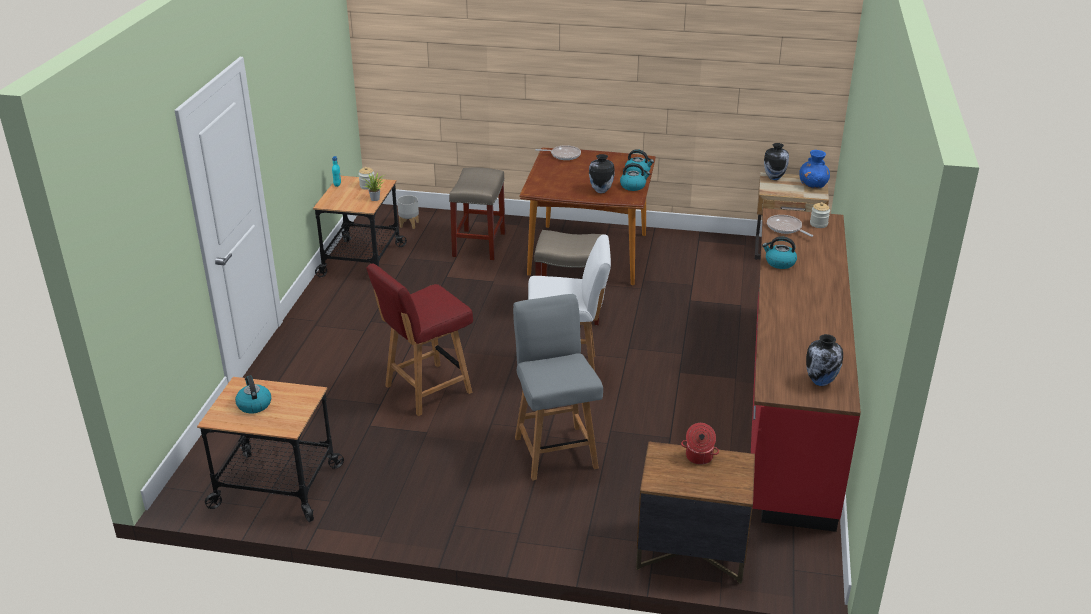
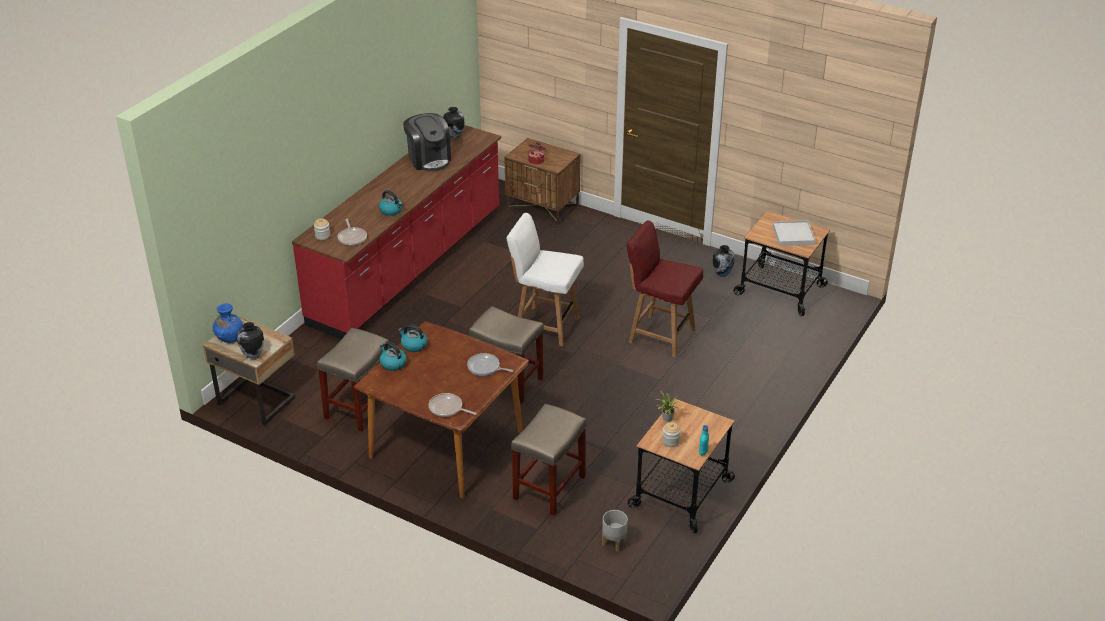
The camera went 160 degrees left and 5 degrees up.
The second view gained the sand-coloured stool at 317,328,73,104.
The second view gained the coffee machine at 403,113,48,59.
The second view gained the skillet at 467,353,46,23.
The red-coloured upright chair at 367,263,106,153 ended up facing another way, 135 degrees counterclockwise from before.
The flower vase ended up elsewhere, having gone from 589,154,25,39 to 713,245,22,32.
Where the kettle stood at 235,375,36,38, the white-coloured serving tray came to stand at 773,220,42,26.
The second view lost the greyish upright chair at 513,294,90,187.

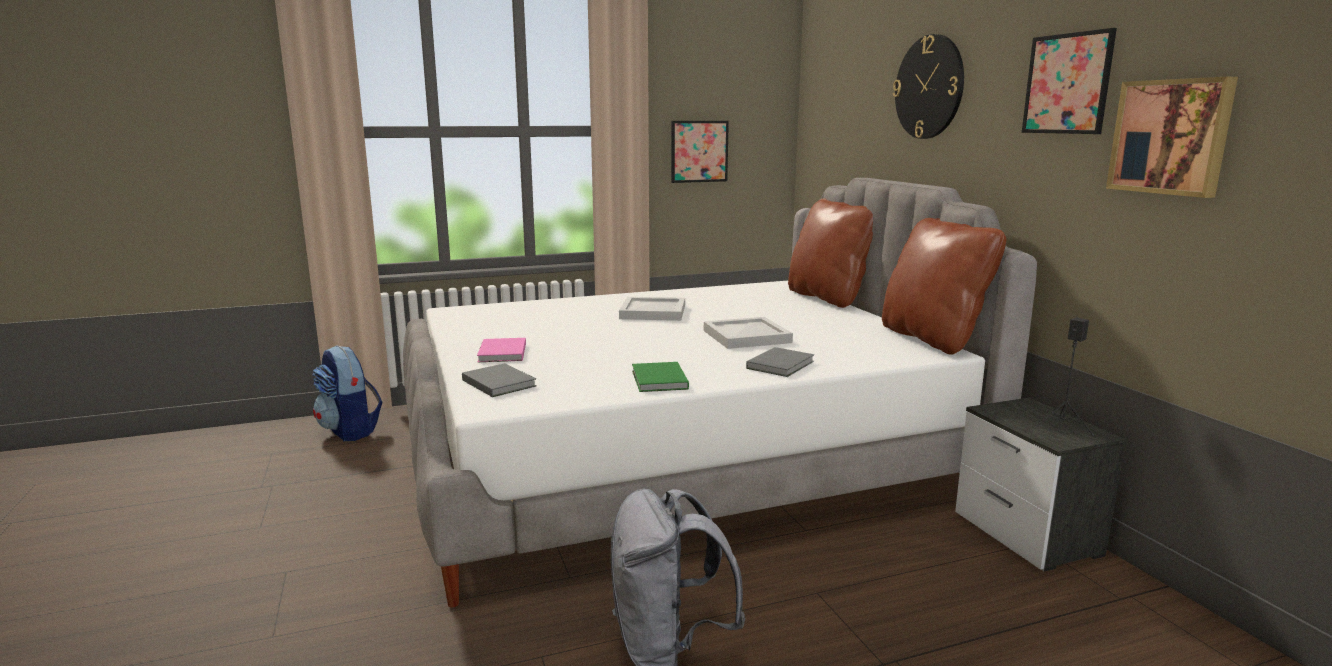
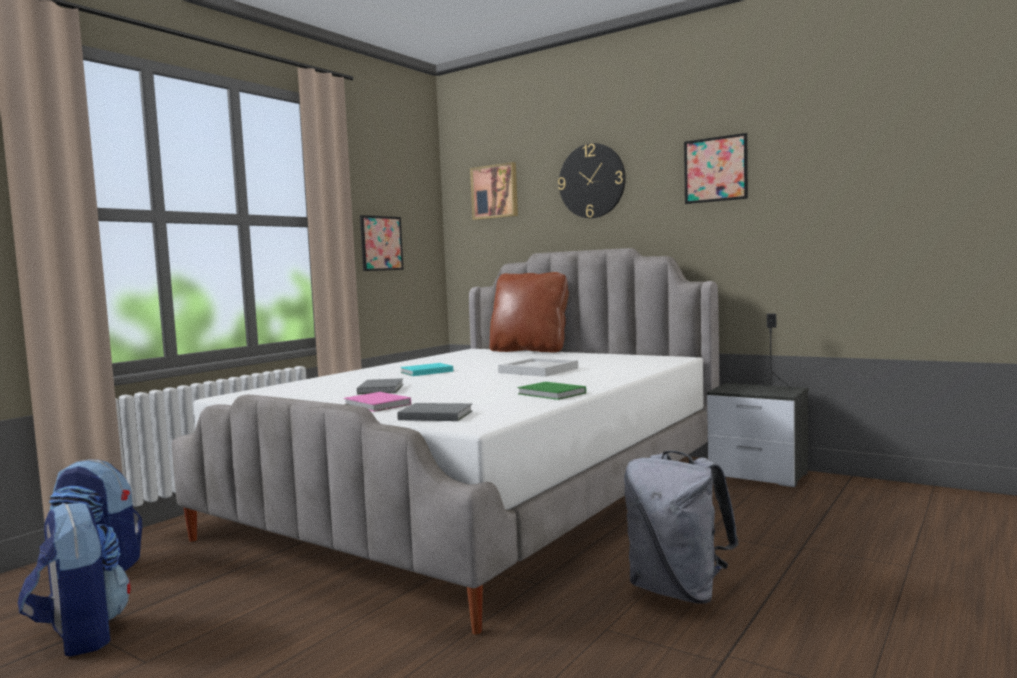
The camera went 35 degrees left and 10 degrees down.
The second view gained the backpack at 18,503,113,153.
The greyish bound book ended up elsewhere, having gone from 746,347,68,30 to 357,378,47,16.
Where the white-coloured serving tray stood at 619,297,66,24, the blue-green bound book came to stand at 400,363,53,13.
The picture ended up elsewhere, having gone from 1106,77,132,121 to 470,162,48,58.
The second view lost the brown-coloured throw pillow at 882,218,124,137.

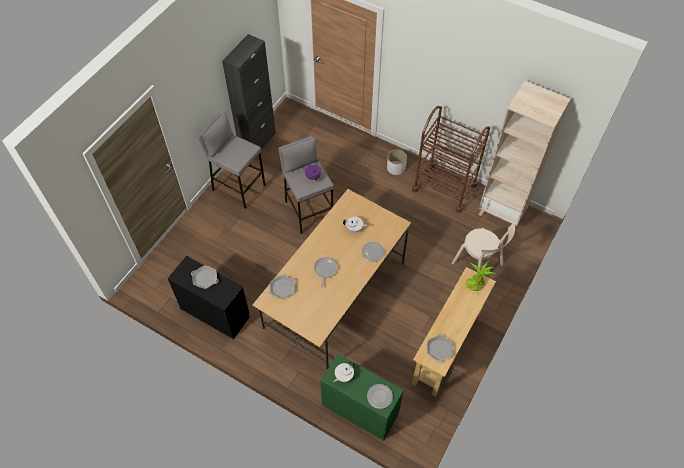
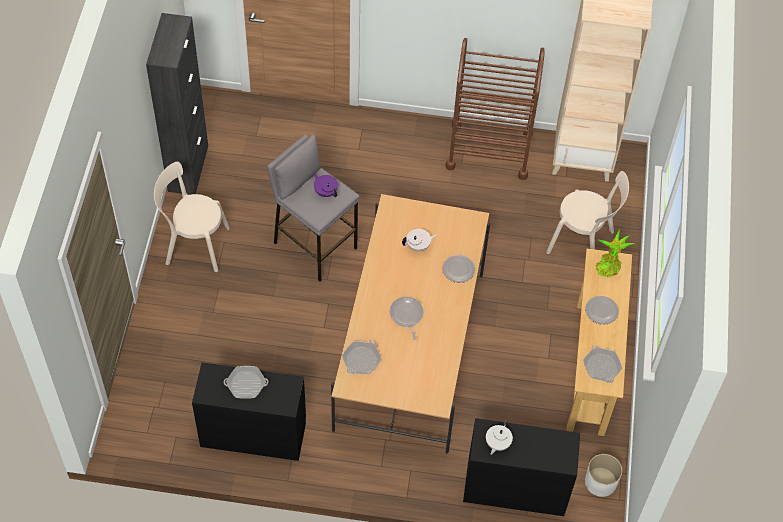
The camera went 25 degrees left and 0 degrees up.
Where the greyish stool stood at 197,112,68,97, the sand-coloured upright chair came to stand at 154,162,76,110.
What was the green drawer chest at 320,354,84,87 turned into the black drawer chest at 463,418,118,98.
The plate ended up elsewhere, having gone from 367,384,26,25 to 585,296,34,29.
The white-coloured plant pot ended up elsewhere, having gone from 387,150,20,25 to 585,454,37,43.

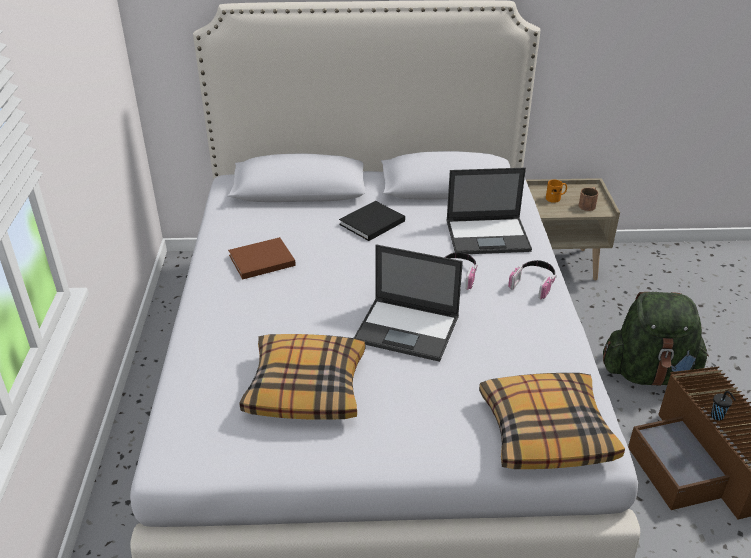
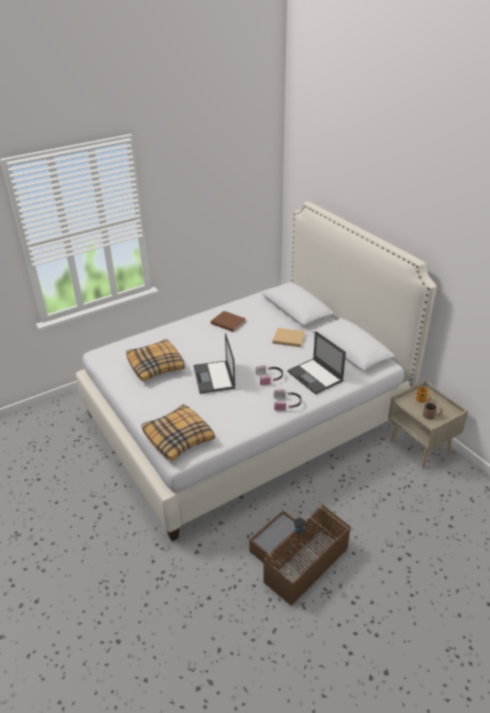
The camera went 60 degrees right and 0 degrees up.
What was the black bound book at 339,201,66,40 turned into the sand-coloured bound book at 273,328,32,19.
The second view lost the green backpack at 603,292,106,94.

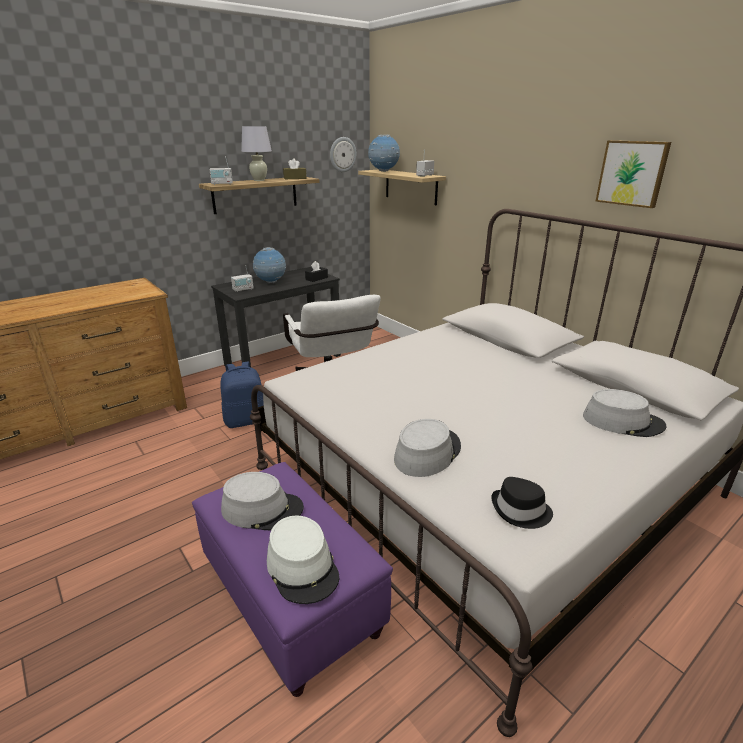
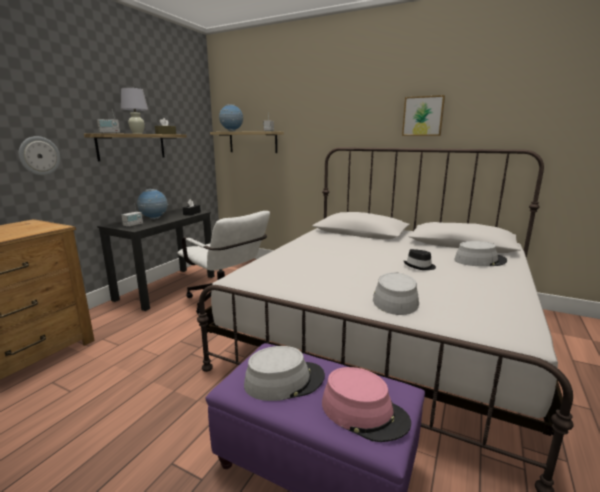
The camera went 25 degrees left and 10 degrees down.
The clock on the wall ended up elsewhere, having gone from 330,137,27,35 to 19,136,42,40.
What was the white-coloured hat at 267,516,73,88 turned into the pinkish hat at 322,367,89,75.
The black hat ended up elsewhere, having gone from 491,477,62,52 to 404,249,32,21.
The second view lost the blue backpack at 220,362,44,66.

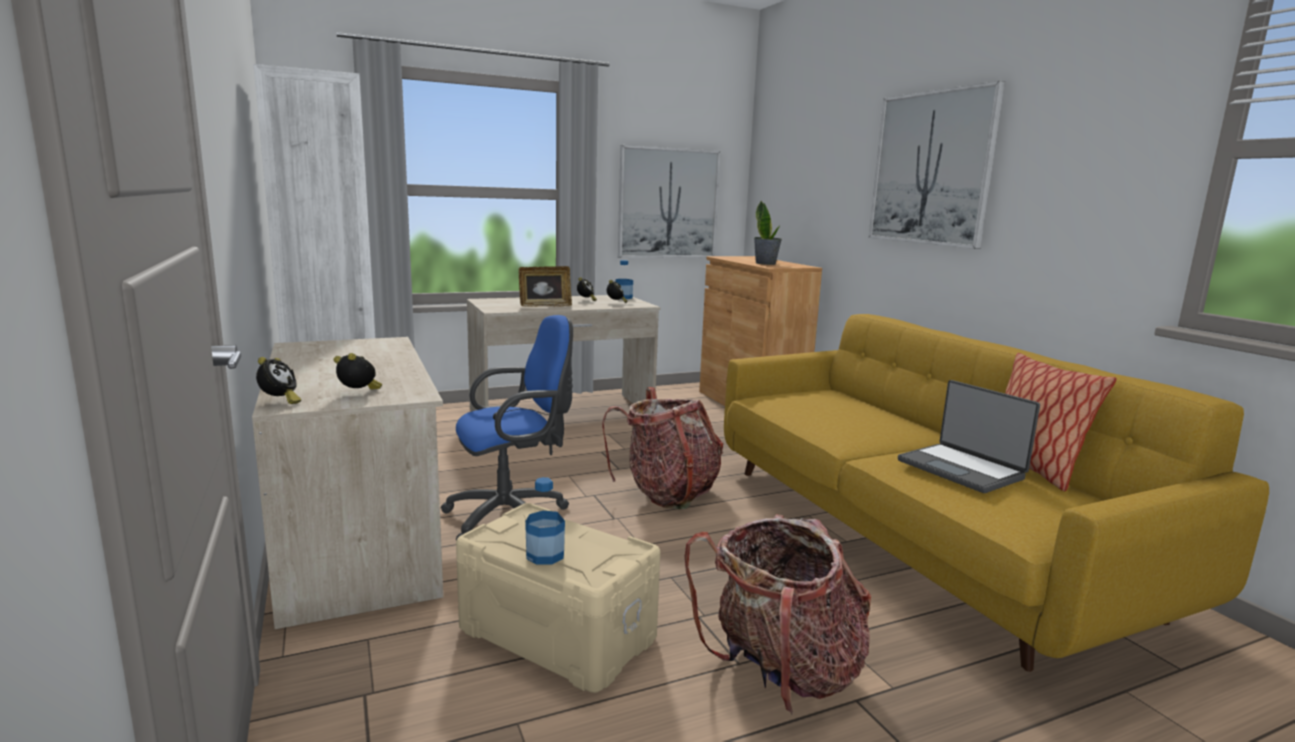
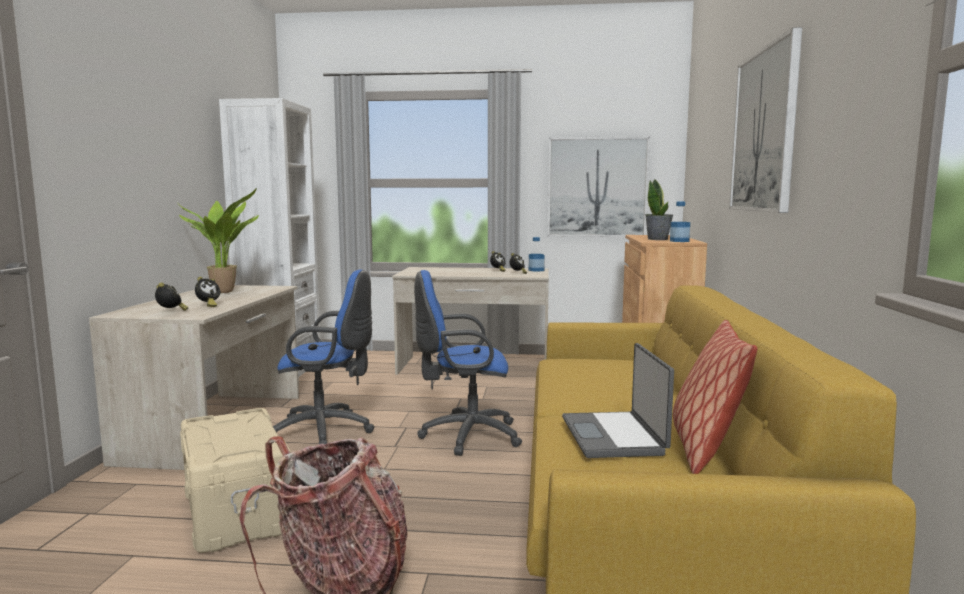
The camera went 30 degrees right and 5 degrees down.
The second view gained the plant in a pot at 178,188,81,105.
The alarm clock ended up elsewhere, having gone from 256,357,45,47 to 195,277,25,30.
Where the backpack stood at 602,387,121,122, the blue desk chair came to stand at 414,270,108,186.
The drink bottle ended up elsewhere, having gone from 525,477,40,88 to 670,202,20,40.
The second view lost the picture frame at 519,266,53,41.

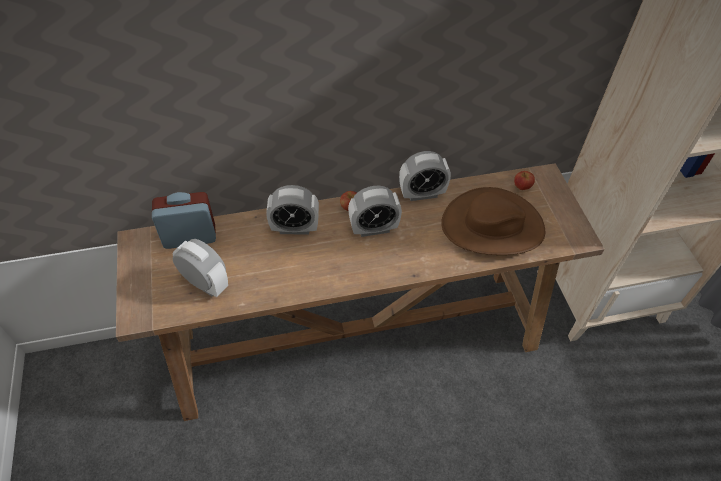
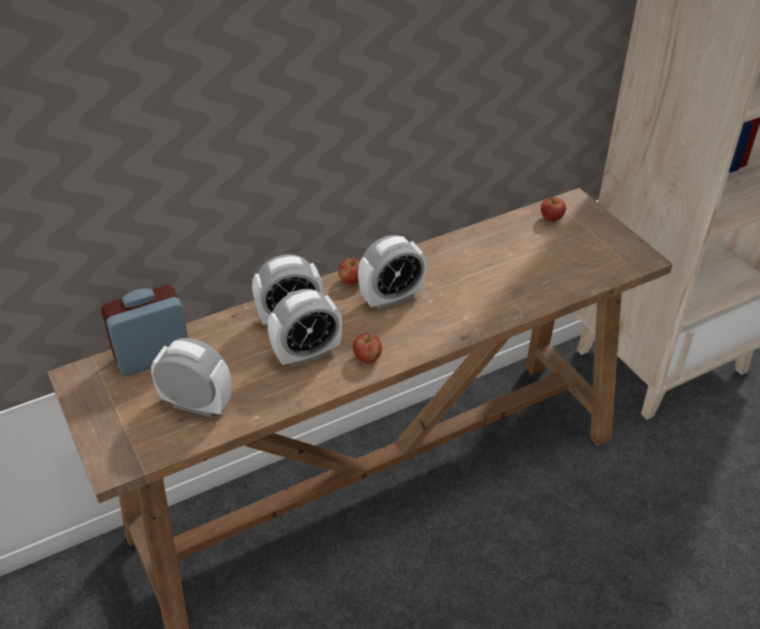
The camera went 15 degrees left and 10 degrees down.
The alarm clock ended up elsewhere, having gone from 399,151,52,50 to 268,289,74,79.
The second view gained the apple fruit at 353,334,29,29.
The second view lost the brown-coloured hat at 441,187,104,68.

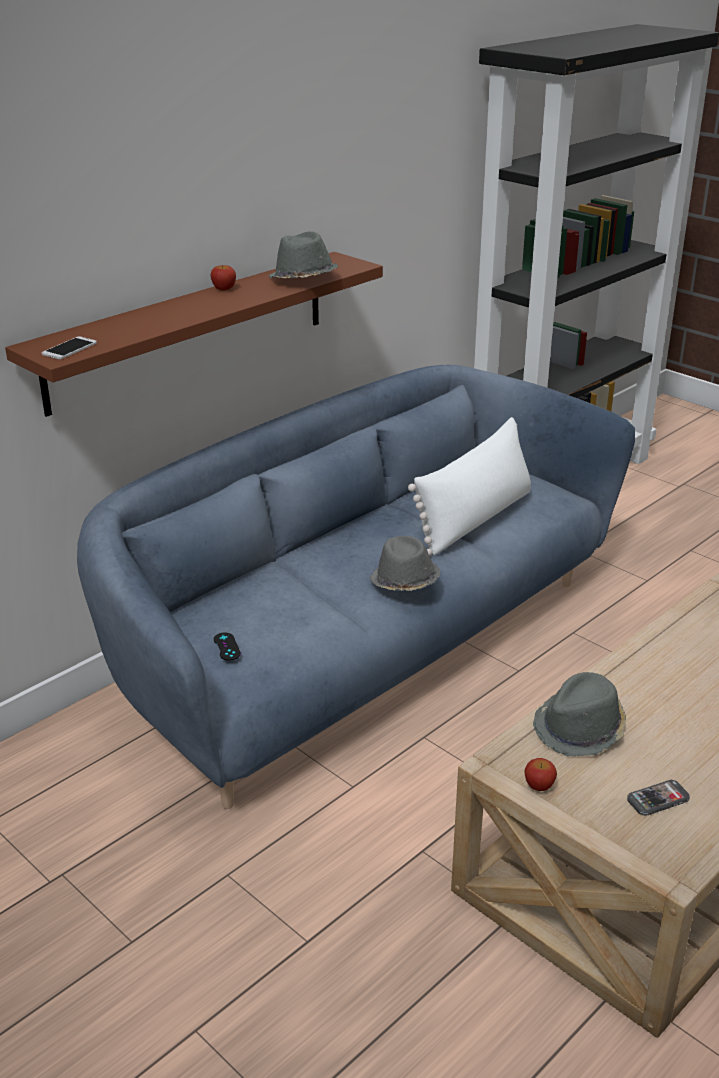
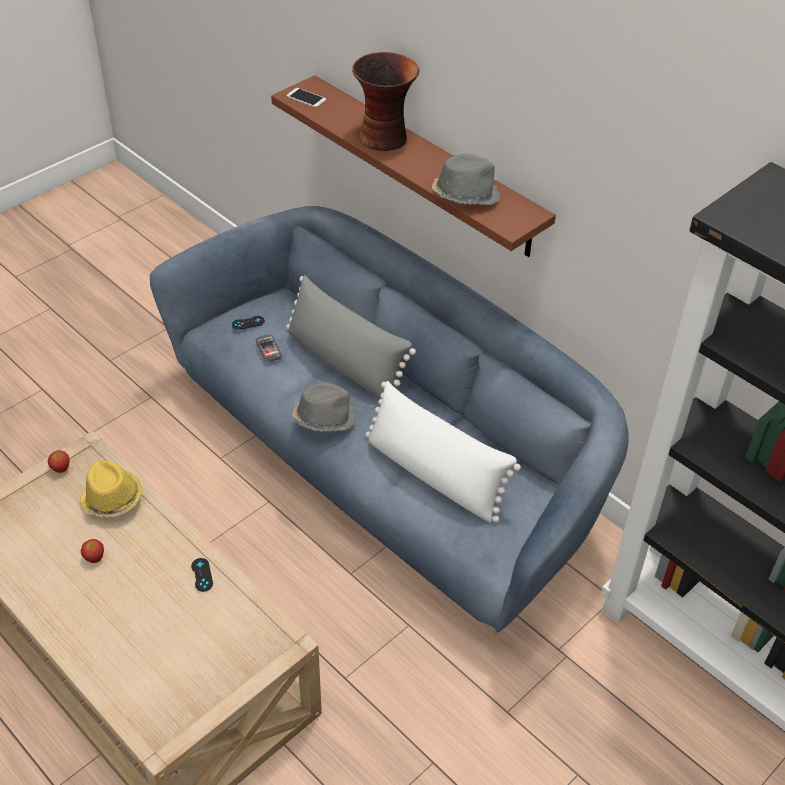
The camera went 90 degrees right and 15 degrees up.
What was the greyish hat at 533,672,93,84 turned into the yellow hat at 79,460,63,57.
The apple fruit ended up elsewhere, having gone from 211,265,25,26 to 81,539,23,24.
The second view gained the black joypad at 191,558,22,34.
The handset ended up elsewhere, having gone from 627,780,63,36 to 255,334,27,28.
The second view gained the greyish throw pillow at 286,275,130,124.
The second view gained the flower vase at 352,52,67,99.

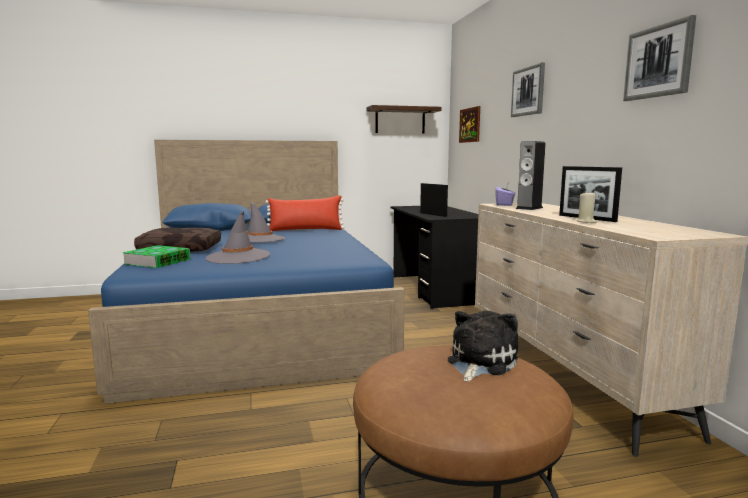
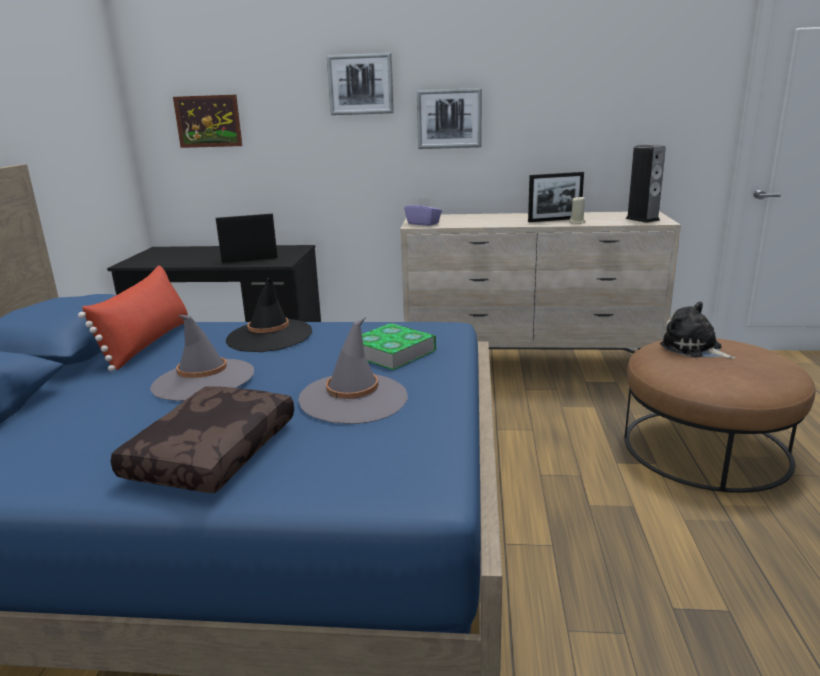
The camera went 70 degrees left and 10 degrees up.
The second view gained the black hat at 226,277,86,75.
The bound book ended up elsewhere, having gone from 122,245,68,23 to 362,323,74,47.
The picture ended up elsewhere, having gone from 623,15,73,86 to 417,88,65,61.
The loudspeaker ended up elsewhere, having gone from 516,141,29,69 to 625,145,41,78.
The second view lost the wall shelf at 367,105,75,29.

